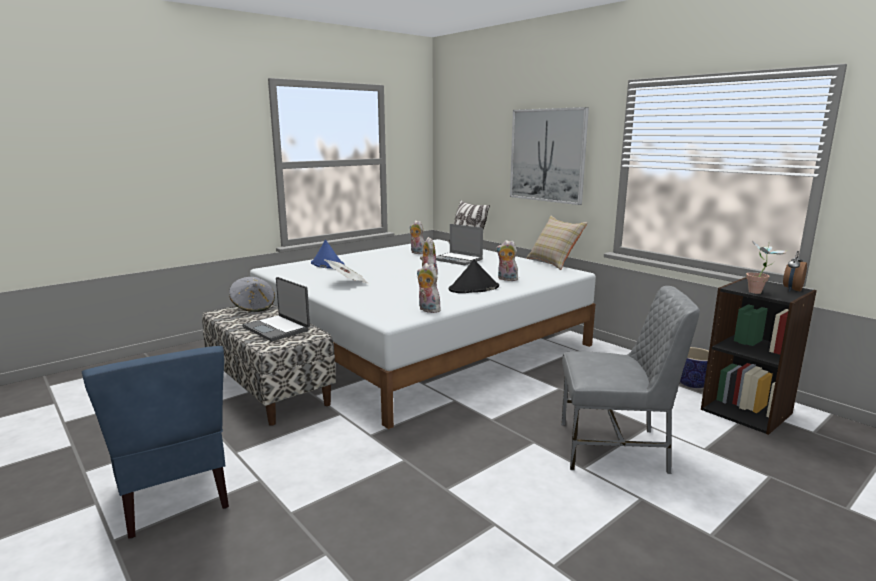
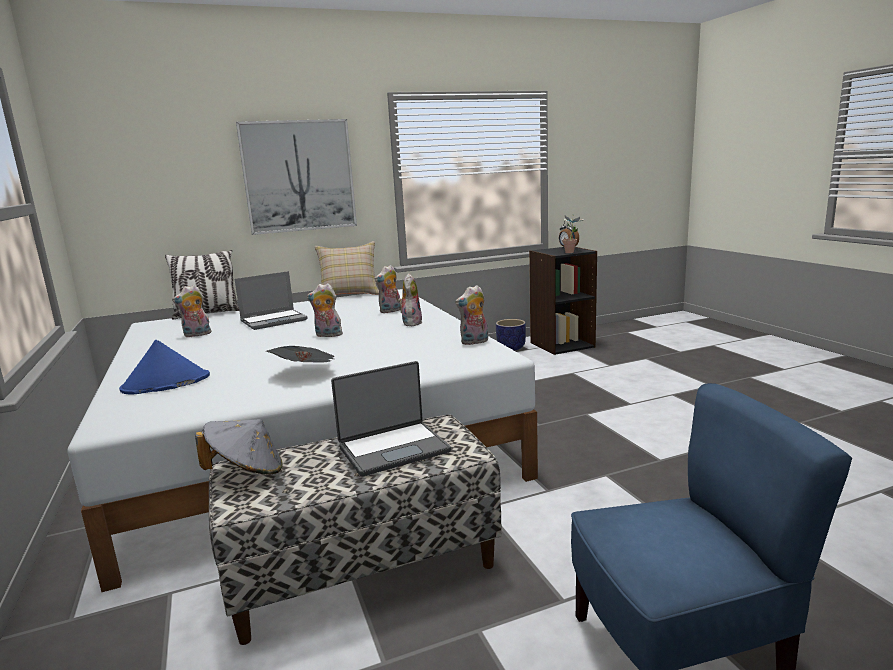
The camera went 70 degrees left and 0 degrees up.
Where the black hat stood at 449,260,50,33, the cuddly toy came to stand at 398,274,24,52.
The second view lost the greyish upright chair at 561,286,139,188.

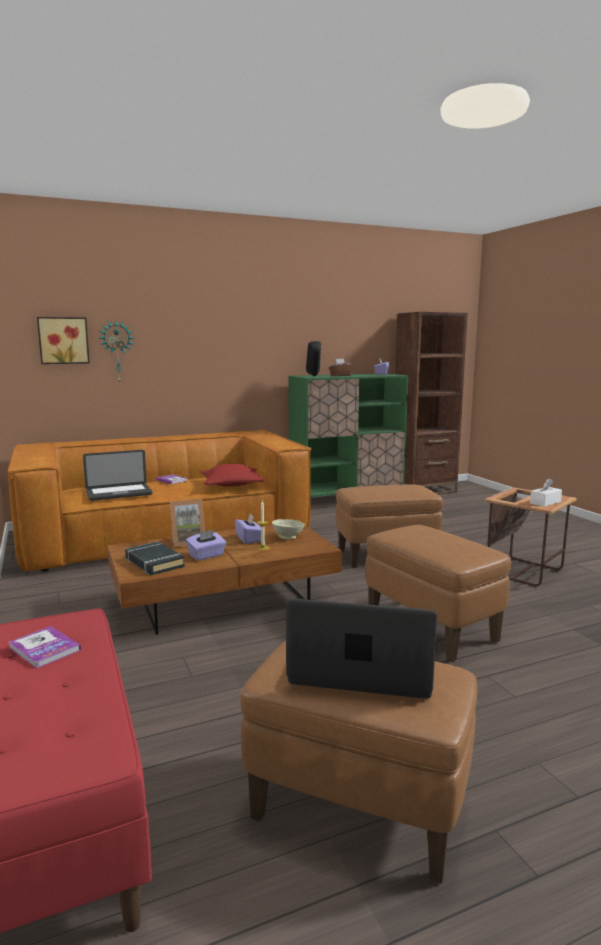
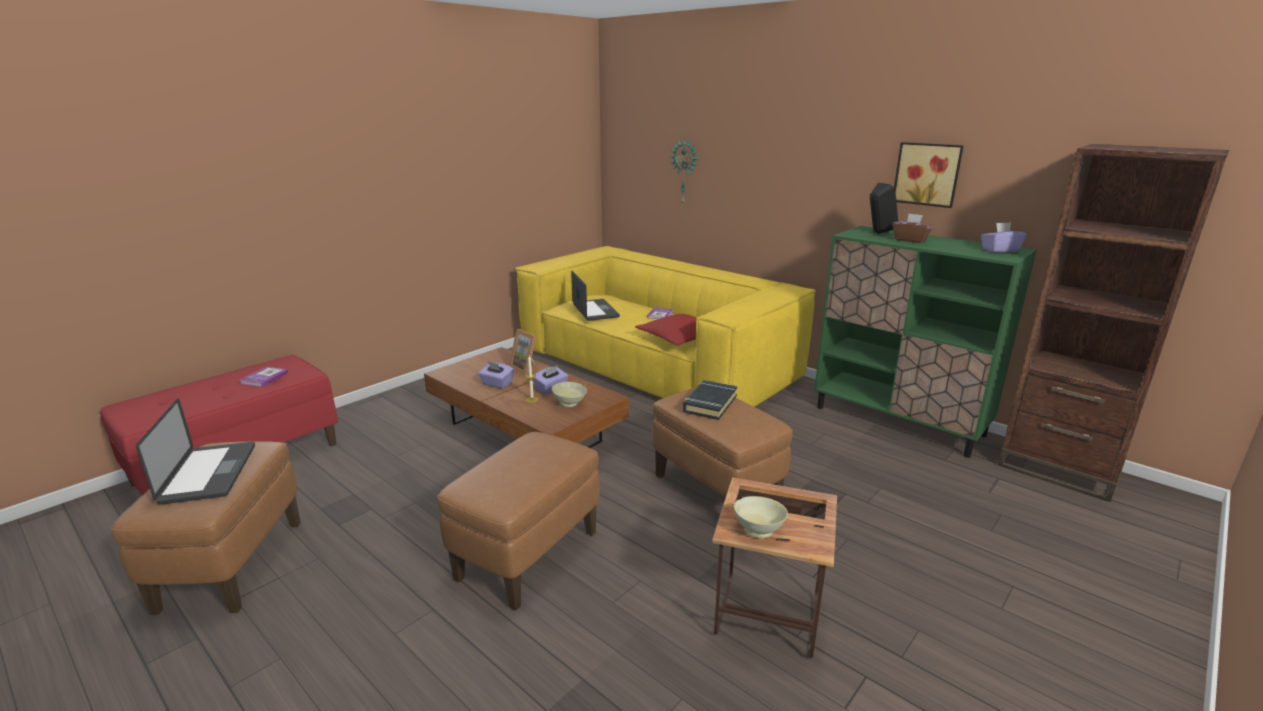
The camera went 65 degrees right and 10 degrees up.
What was the brown-coloured settee at 8,430,304,141 turned into the yellow settee at 516,246,300,161.
The portable computer at 83,450,70,51 ended up facing another way, 150 degrees counterclockwise from before.
The black bound book ended up elsewhere, having gone from 125,542,60,33 to 683,380,55,40.
Where the white-coloured tissue holder stood at 530,478,32,29, the sand-coloured bowl came to stand at 734,496,54,42.
The picture ended up elsewhere, having gone from 37,317,53,47 to 894,142,70,66.

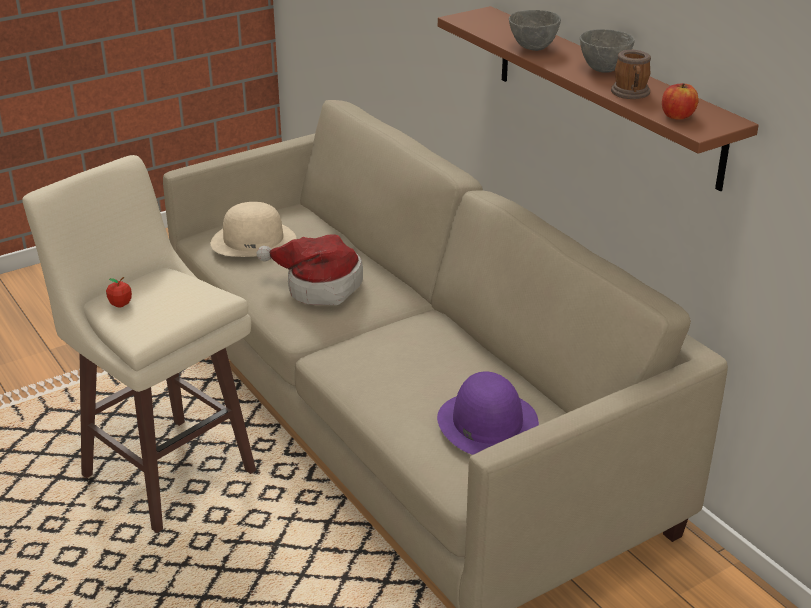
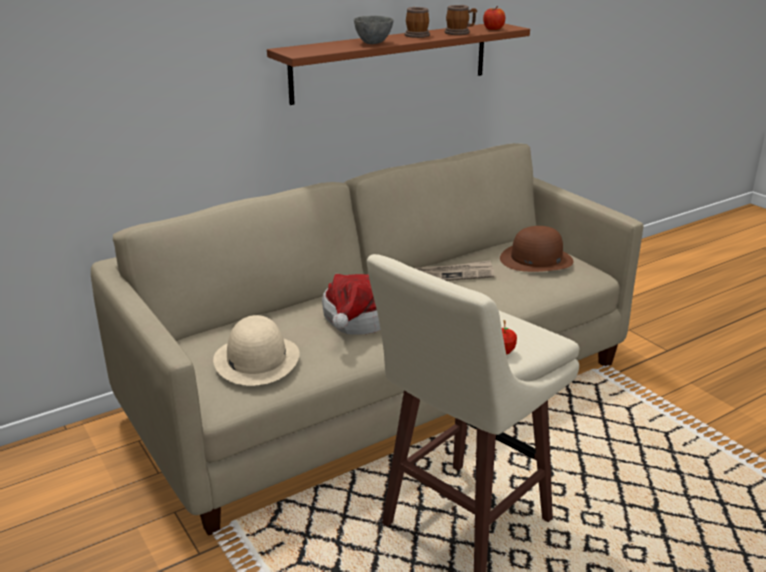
The camera went 90 degrees left and 5 degrees down.
Where the greyish bowl stood at 580,29,55,44, the tea mug came to stand at 405,7,25,31.
The second view gained the newspaper at 415,260,79,21.
What was the purple-coloured hat at 437,371,102,84 turned into the brown-coloured hat at 500,226,74,46.

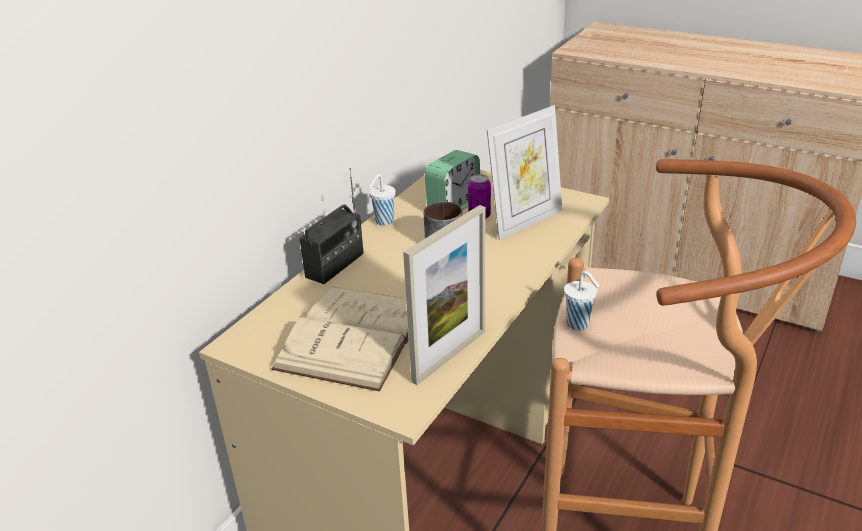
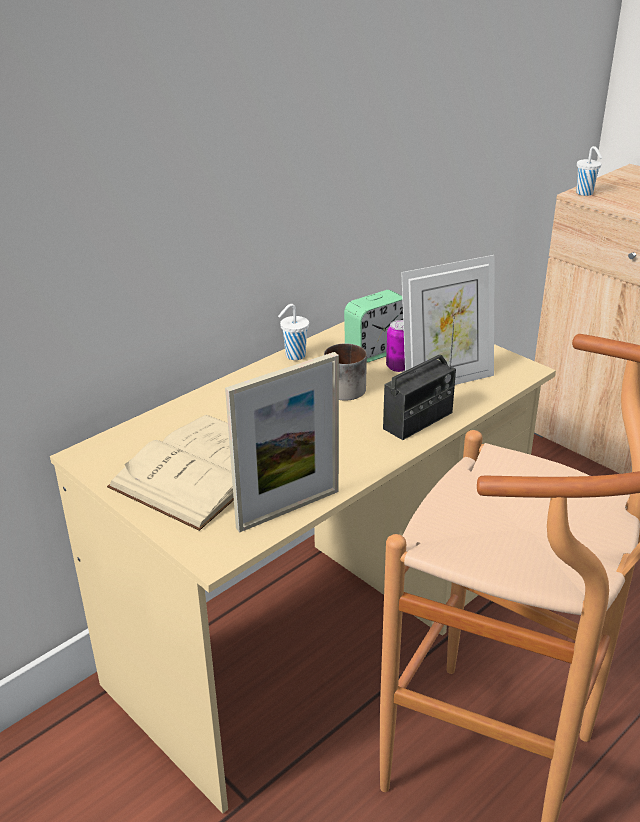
The camera went 15 degrees right and 0 degrees up.
The radio set ended up elsewhere, having gone from 299,168,65,116 to 383,316,73,124.
The white-coloured small cup ended up elsewhere, having gone from 564,271,35,59 to 576,146,26,50.

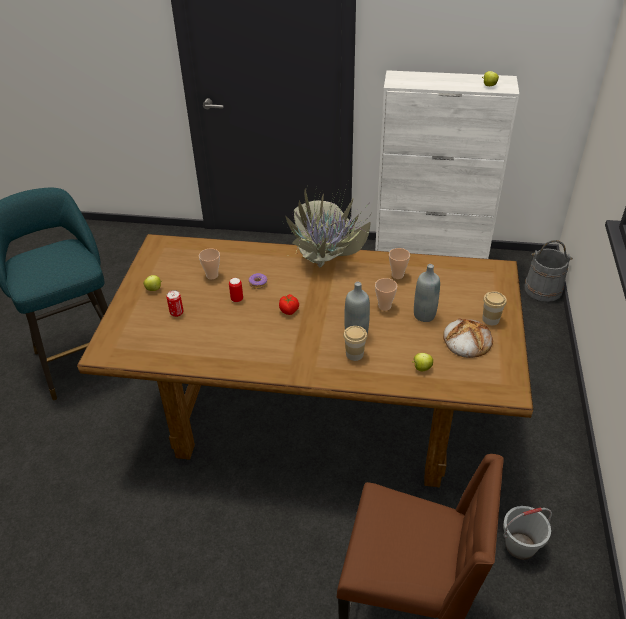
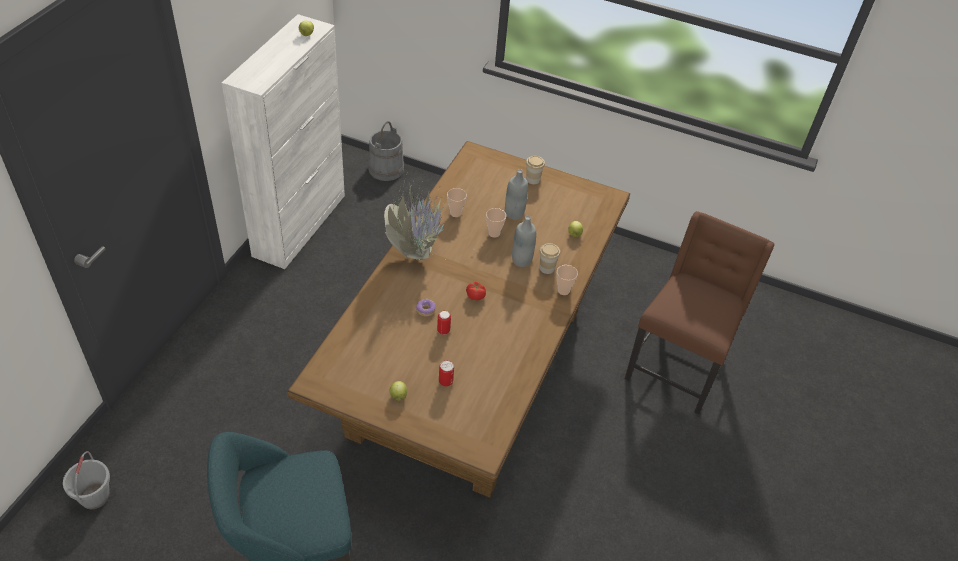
The camera went 80 degrees left and 5 degrees up.
The greyish water bucket ended up elsewhere, having gone from 503,506,49,54 to 63,451,47,58.
The small cup ended up elsewhere, having gone from 199,248,21,31 to 556,265,22,30.
The second view lost the baked bread at 443,318,50,40.

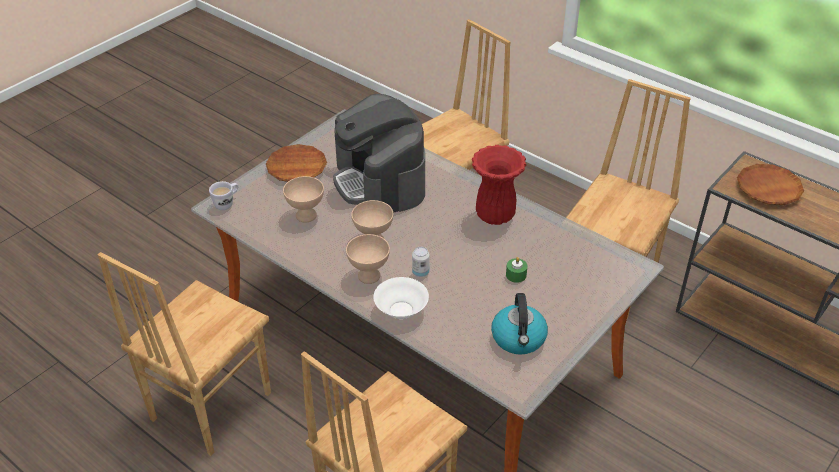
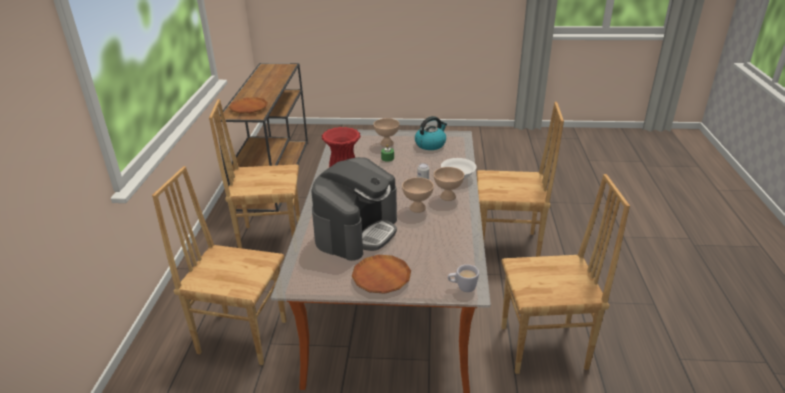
The camera went 125 degrees left and 10 degrees down.
The sand-coloured bowl ended up elsewhere, having gone from 283,176,41,47 to 374,118,26,29.

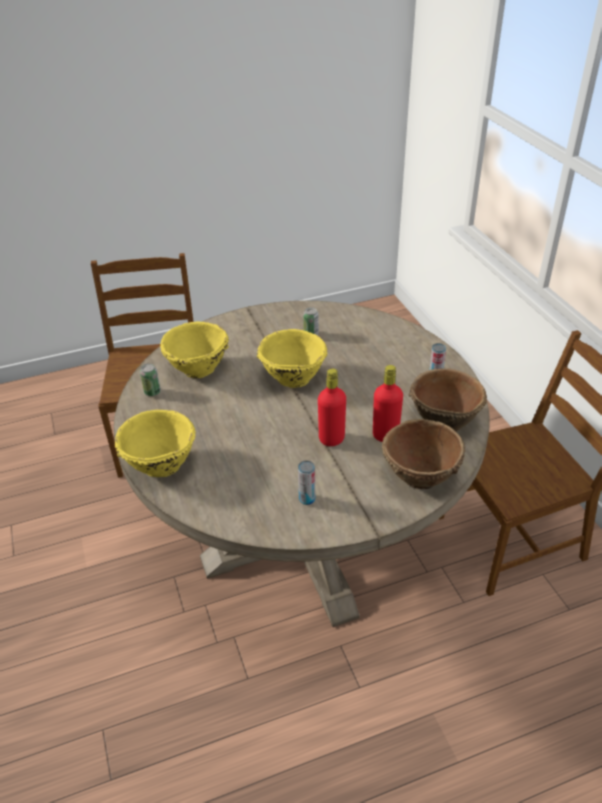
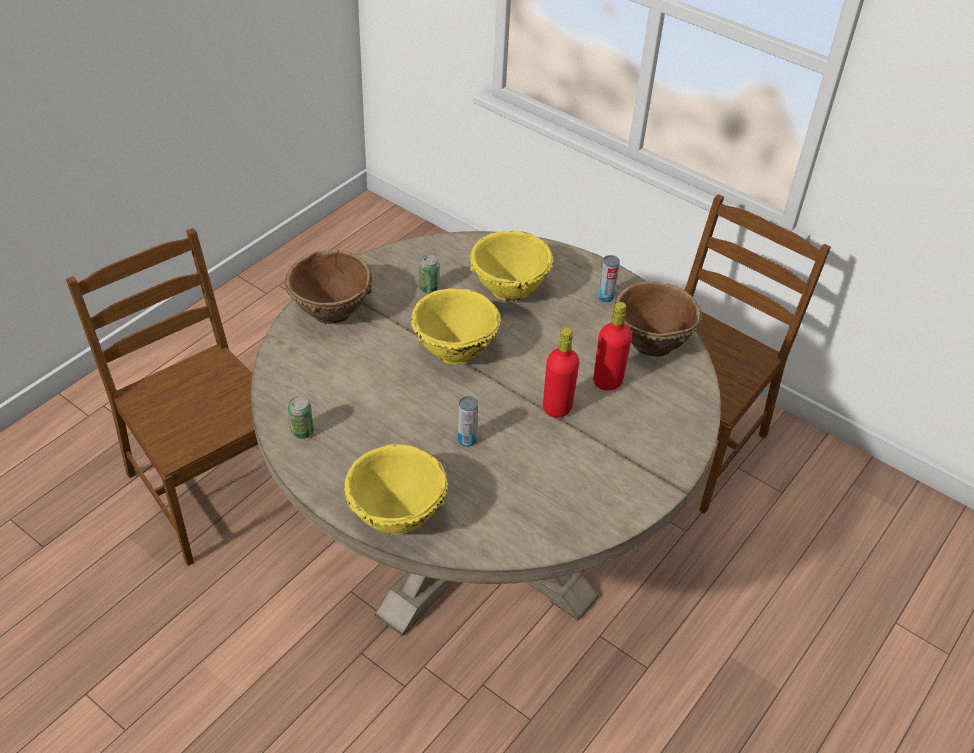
The camera went 35 degrees left and 5 degrees up.
The brown-coloured bowl ended up elsewhere, having gone from 382,419,84,70 to 284,250,89,74.
The sealed can ended up elsewhere, having gone from 298,460,17,45 to 458,396,20,51.
The yellow bowl ended up elsewhere, having gone from 160,322,69,56 to 470,231,84,71.

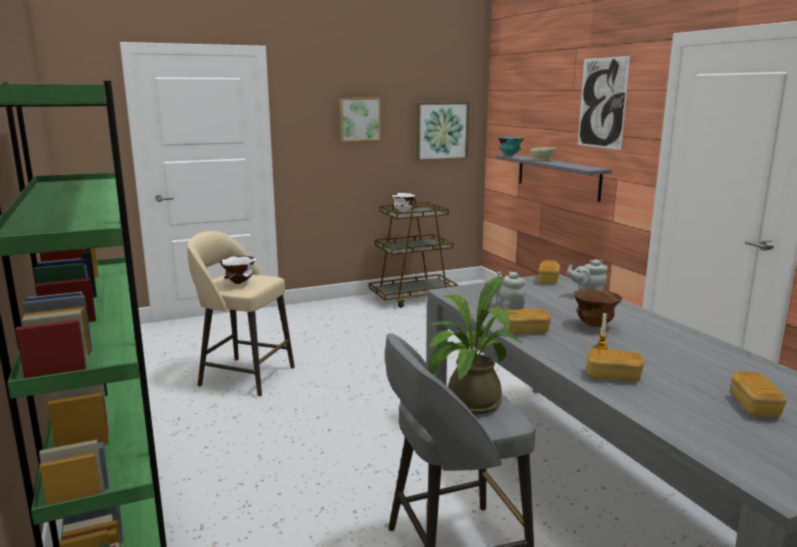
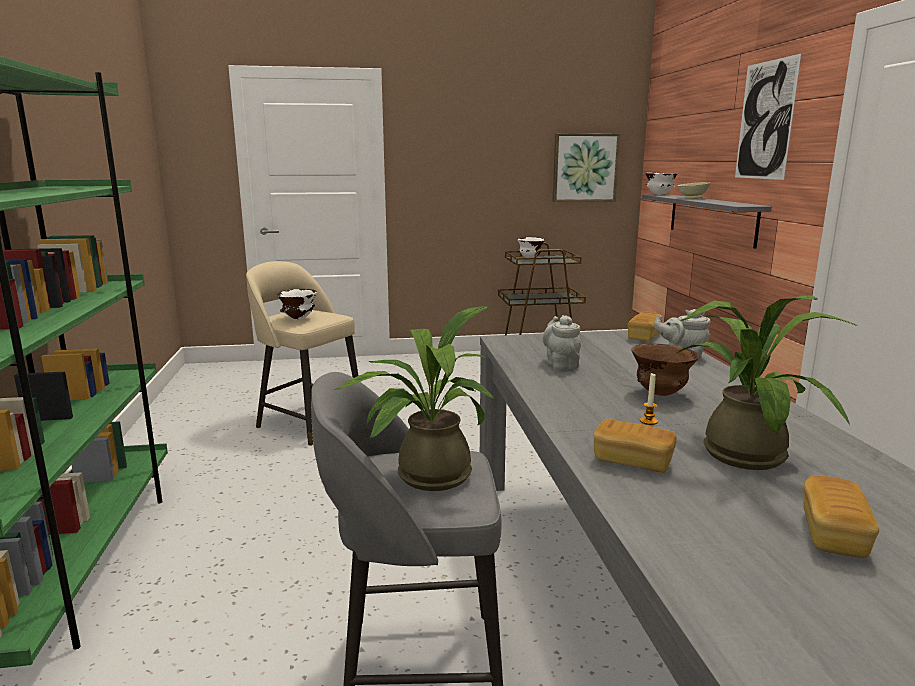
The camera went 15 degrees right and 0 degrees up.
What was the blue-green bowl at 498,137,26,19 turned into the white-coloured bowl at 646,173,31,22.
The second view gained the plant in a pot at 675,296,183,174.
The second view lost the picture at 339,98,42,43.
The second view lost the baked bread at 505,309,46,25.

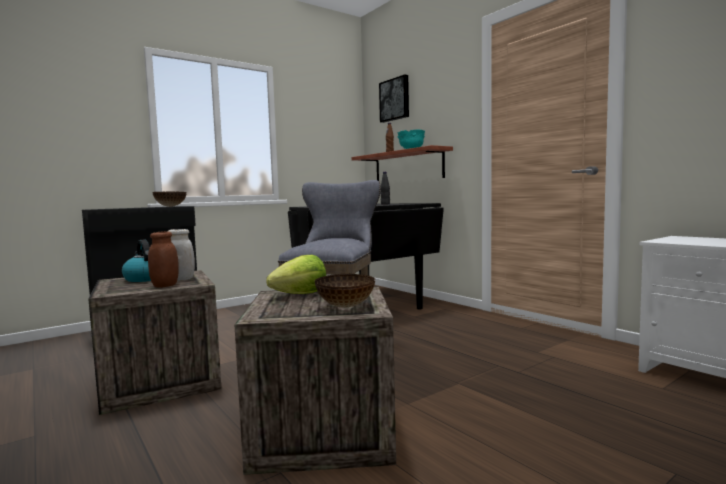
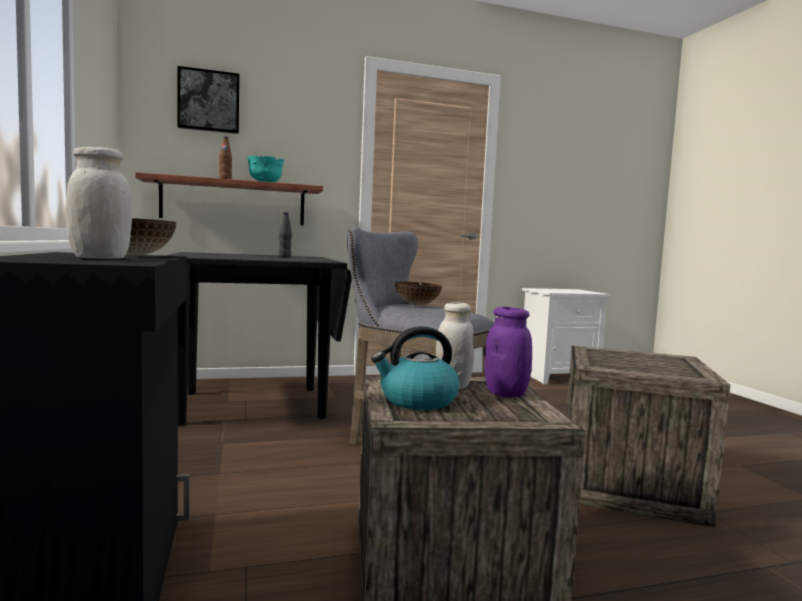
The camera went 70 degrees left and 0 degrees up.
The second view gained the white-coloured storage jar at 66,147,66,112.
The bowl ended up elsewhere, having gone from 315,274,60,34 to 395,281,47,25.
What was the brown-coloured storage jar at 148,231,31,57 turned into the purple-coloured storage jar at 485,307,47,91.
The second view lost the lettuce at 266,255,60,39.

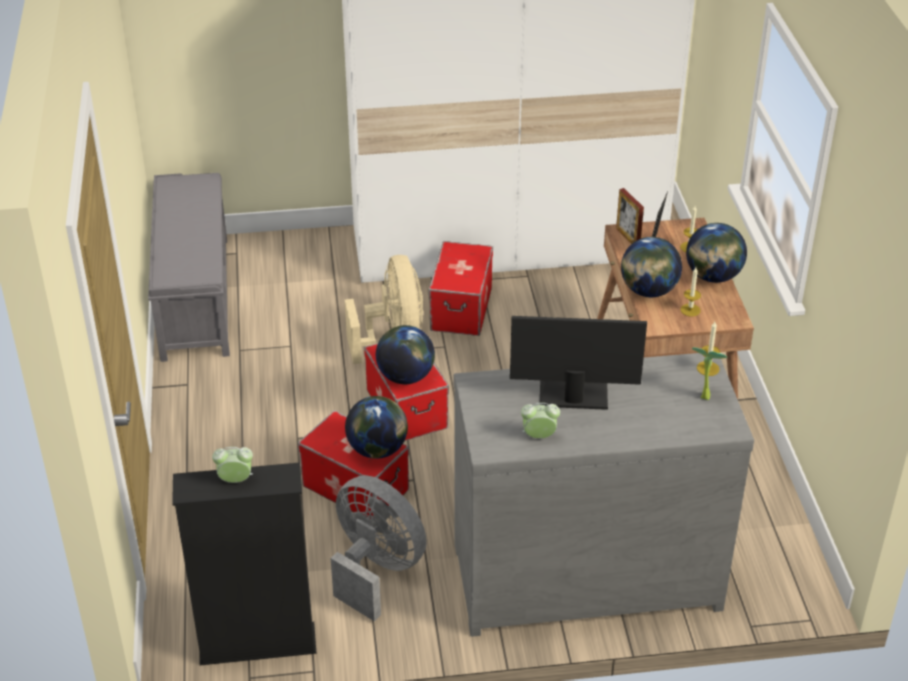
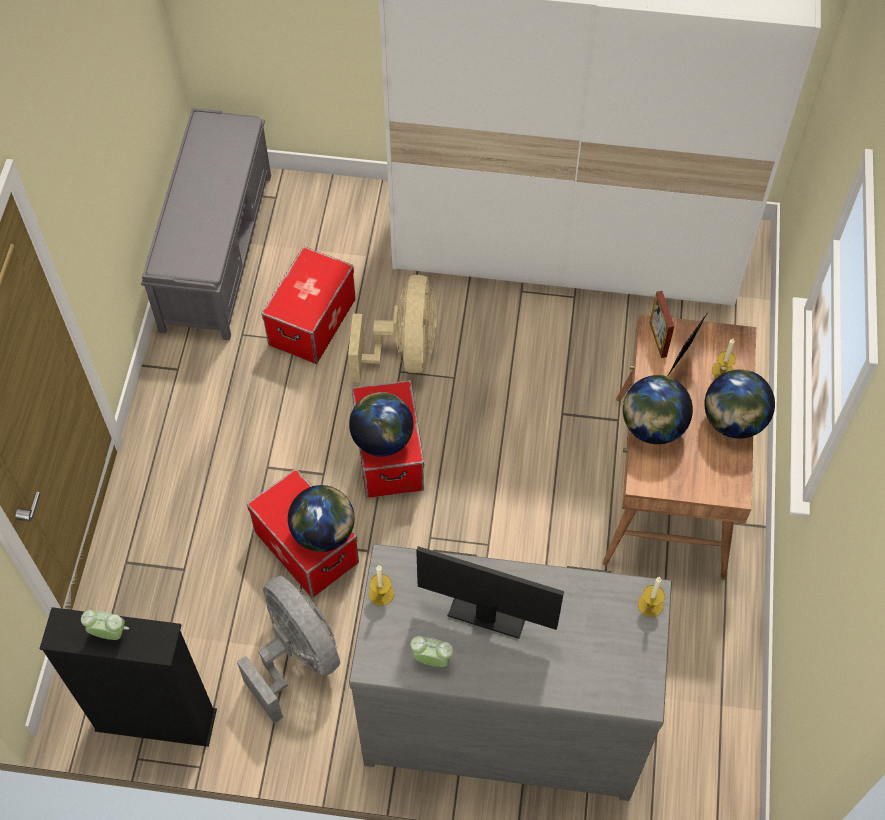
The camera went 15 degrees right and 20 degrees up.
The storage box ended up elsewhere, having gone from 429,241,64,95 to 261,247,95,117.
The wax light ended up elsewhere, having gone from 680,267,21,50 to 369,566,25,40.
The second view lost the plant in a pot at 692,347,35,53.

